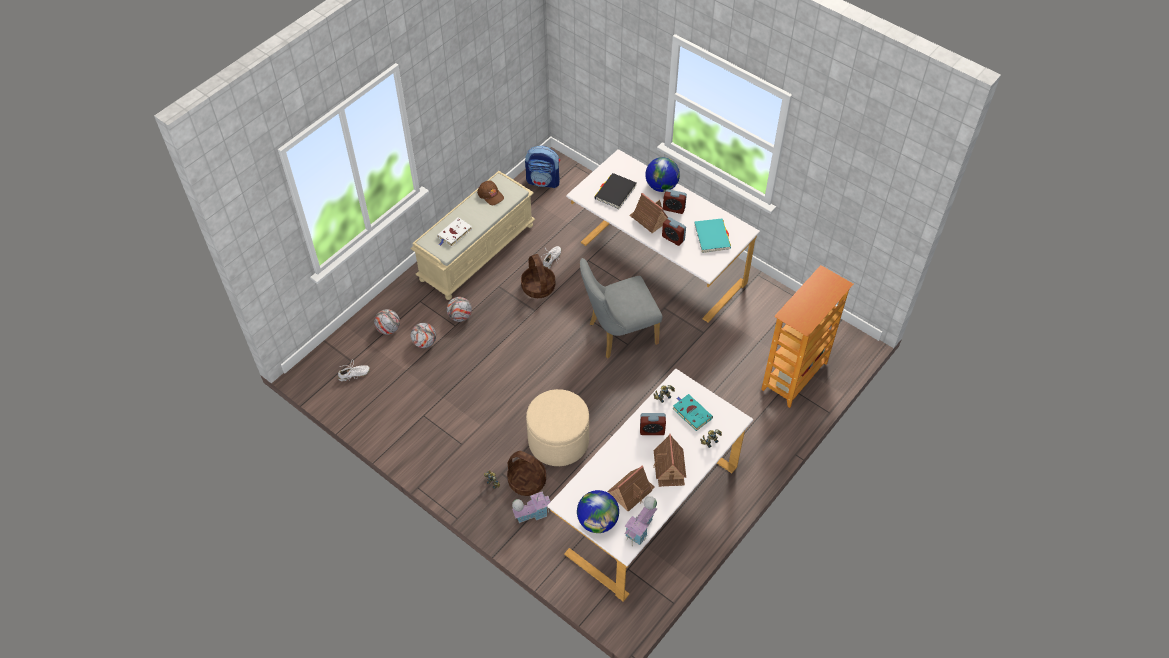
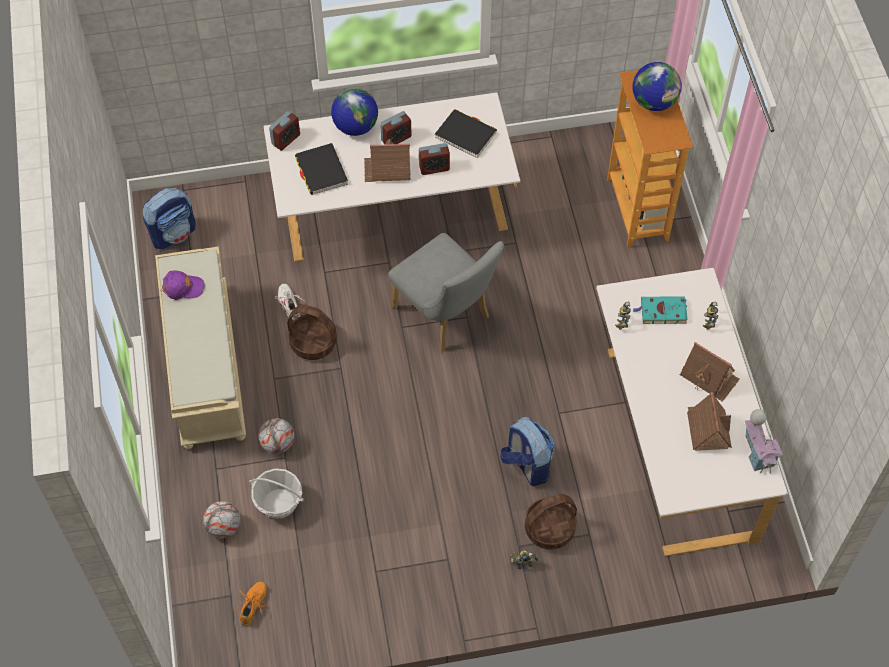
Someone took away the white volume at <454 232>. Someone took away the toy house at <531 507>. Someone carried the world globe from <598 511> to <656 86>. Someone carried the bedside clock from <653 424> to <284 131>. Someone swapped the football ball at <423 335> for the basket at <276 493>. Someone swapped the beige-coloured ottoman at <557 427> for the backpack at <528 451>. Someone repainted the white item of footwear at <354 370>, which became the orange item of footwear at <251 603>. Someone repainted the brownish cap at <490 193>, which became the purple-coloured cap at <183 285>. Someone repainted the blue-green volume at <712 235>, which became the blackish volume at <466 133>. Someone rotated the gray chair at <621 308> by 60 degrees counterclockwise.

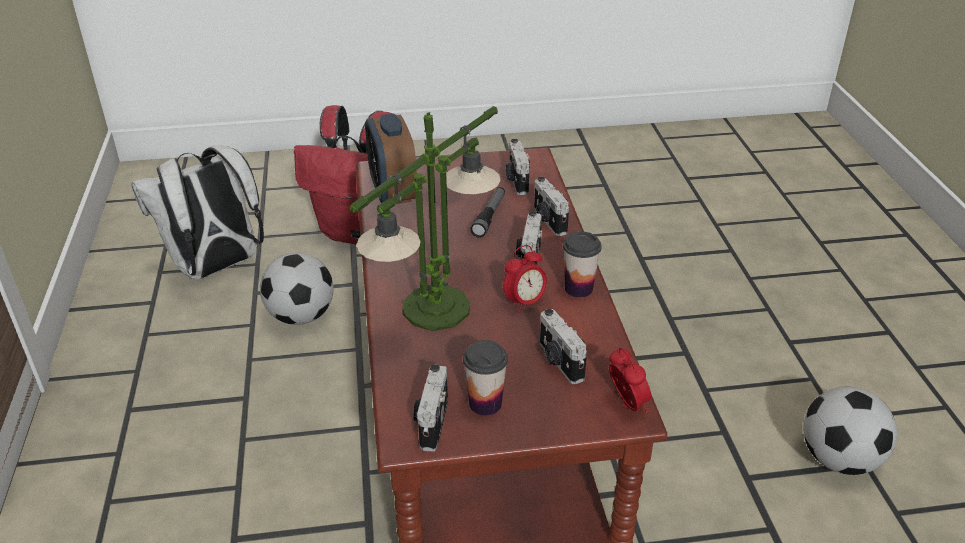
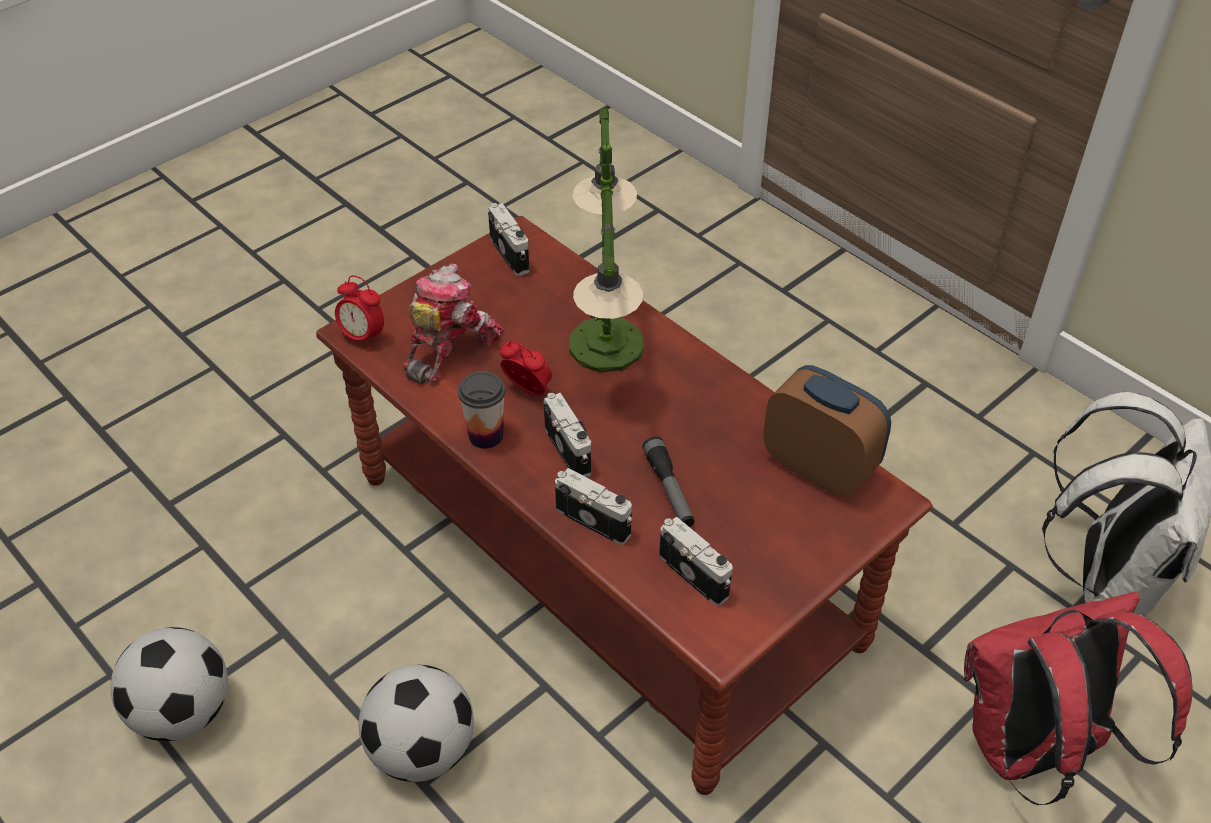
Someone took away the drinking cup at <485 378>. Someone carried the football ball from <297 289> to <416 723>. Someone swapped the still camera at <563 346> for the toy robot at <453 324>. Someone rotated the bedside clock at <525 279> by 105 degrees clockwise.

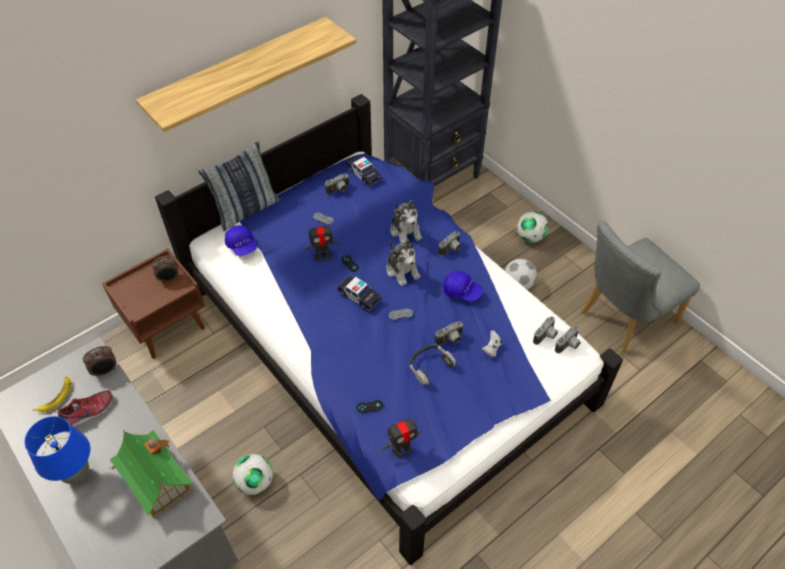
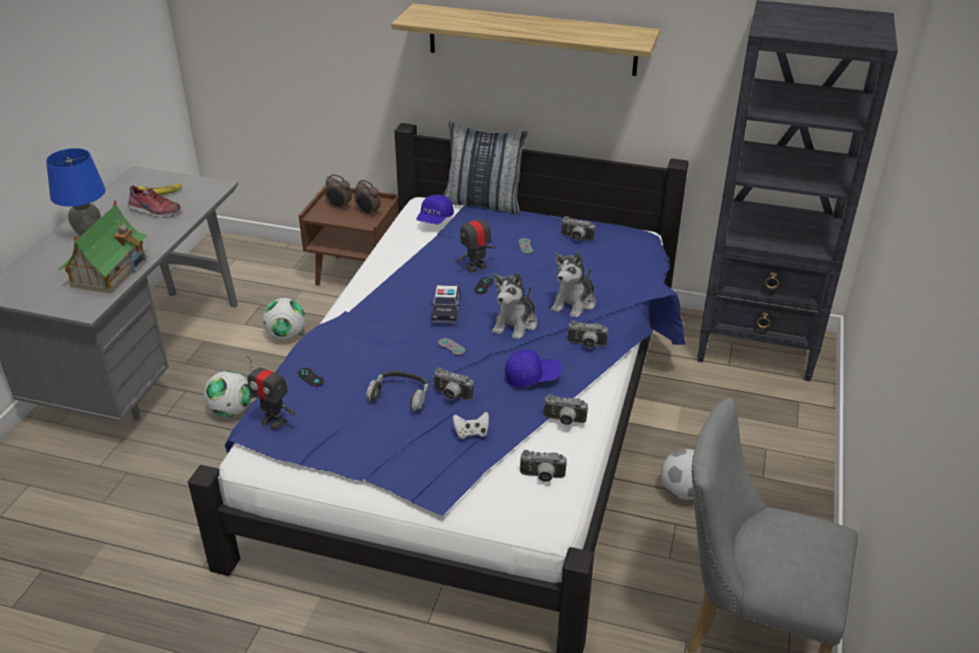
Someone took away the miniature car at <364 171>. Someone carried the bedside clock from <99 362> to <338 192>. Someone carried the football ball from <533 226> to <284 319>. Someone carried the still camera from <568 339> to <565 409>. Someone rotated the toy robot at <322 242> by 105 degrees clockwise. Someone rotated the bluish cap at <463 286> by 90 degrees counterclockwise.

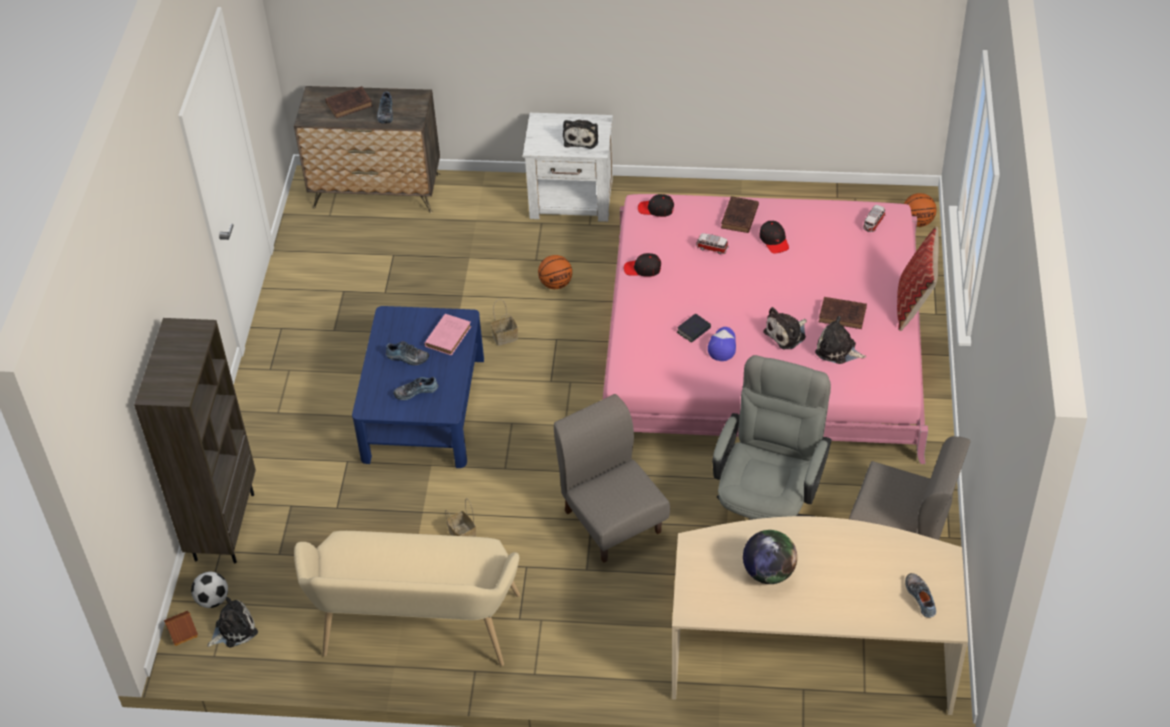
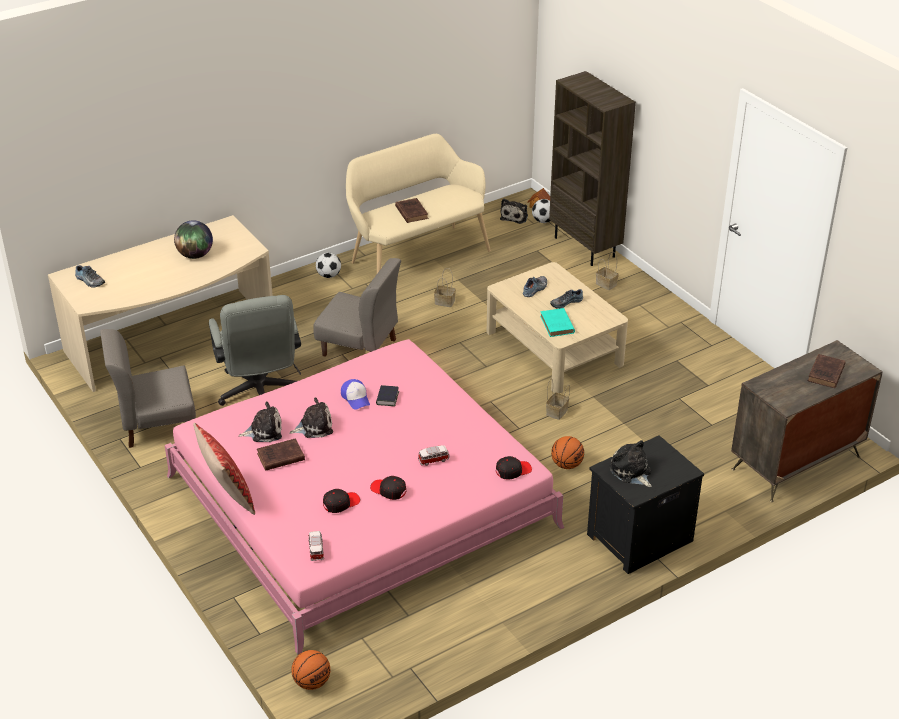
Someone took away the item of footwear at <385 107>. Someone put down the football ball at <328 265>. Someone put down the basket at <607 271>. Someone carried the blackish cap from <642 265> to <341 501>. Someone carried the brownish volume from <740 214> to <411 210>. Someone repainted the bluish lounge table at <418 387>, which became the beige-coloured lounge table at <557 327>. Someone repainted the pink-coloured volume at <447 334>, which became the blue-green volume at <557 322>. Someone repainted the white nightstand at <568 167>, which became the blackish nightstand at <645 504>. Someone rotated the cuddly toy at <785 328> by 60 degrees clockwise.

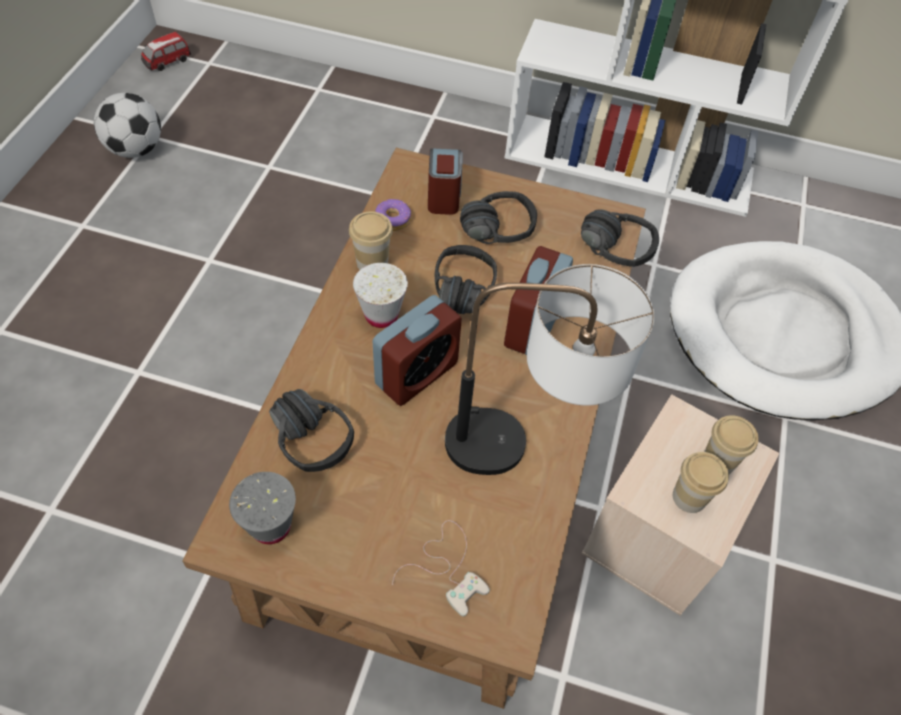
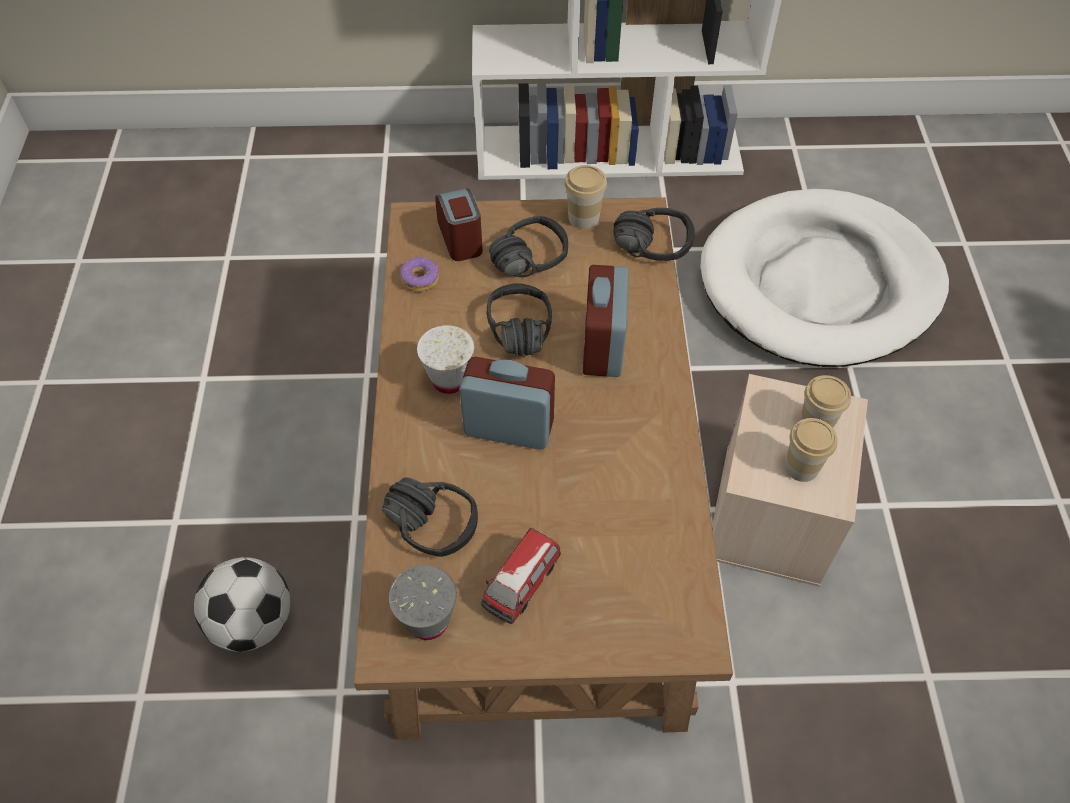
Someone took away the white joypad at <441 568>. Someone took away the lamp for a table at <549 369>. Someone carried the football ball from <127 125> to <242 604>. Someone carried the miniature car from <166 51> to <521 576>. Someone carried the drinking cup from <371 241> to <585 197>. Someone rotated the bedside clock at <417 350> by 105 degrees counterclockwise.

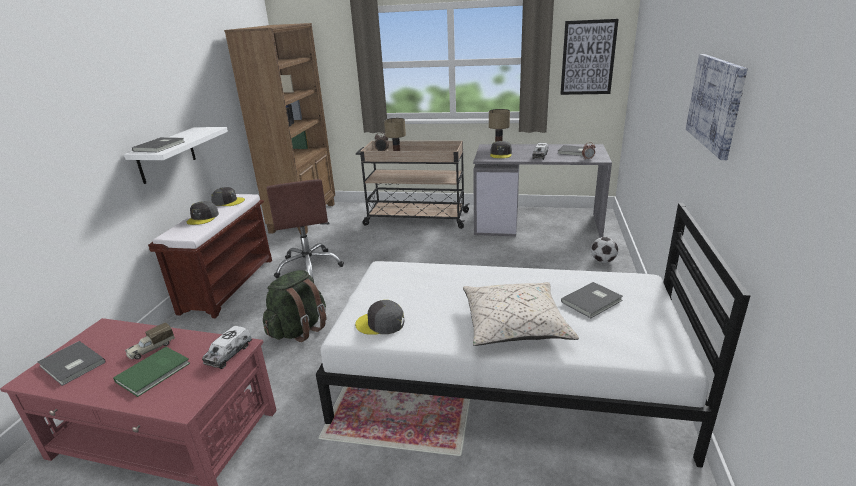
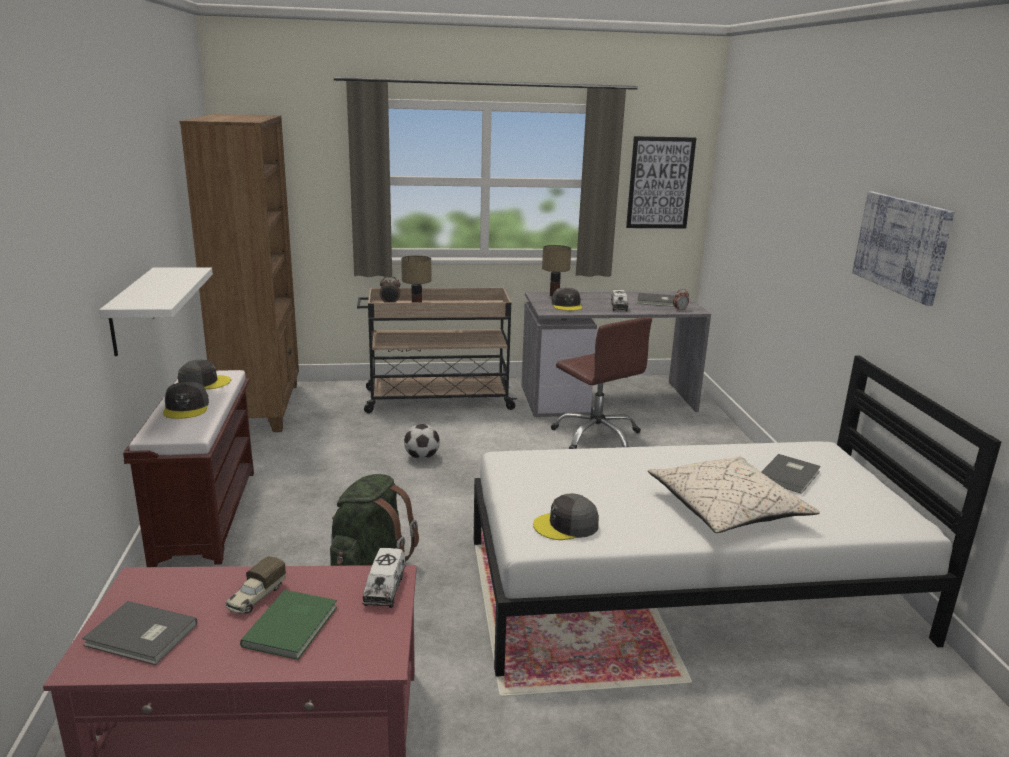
Someone took away the gray volume at <158 144>. Someone carried the brownish desk chair from <305 230> to <601 383>. Someone carried the football ball from <604 250> to <422 442>.

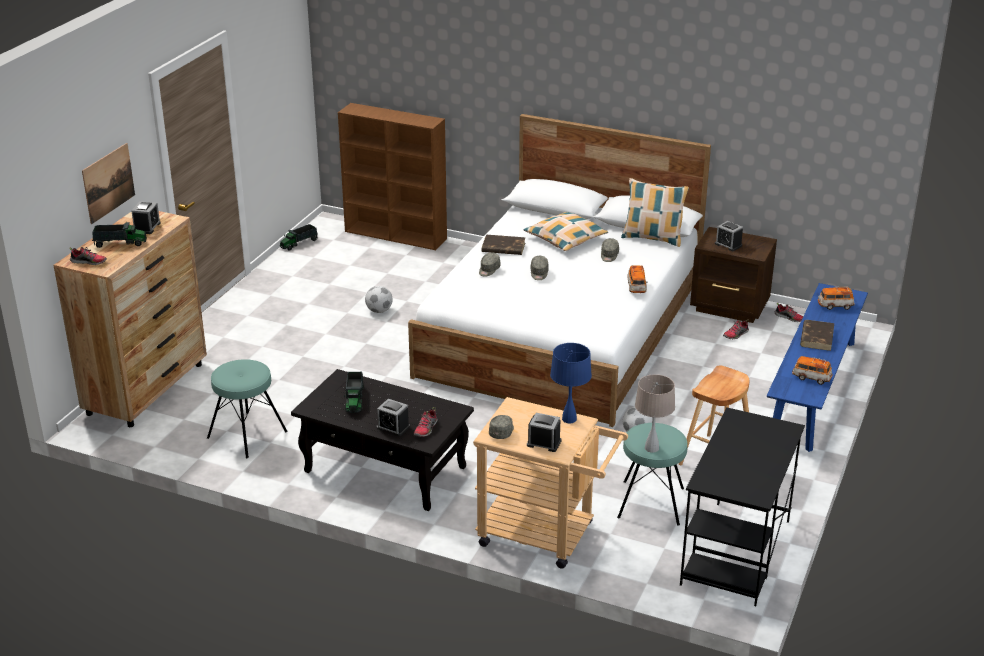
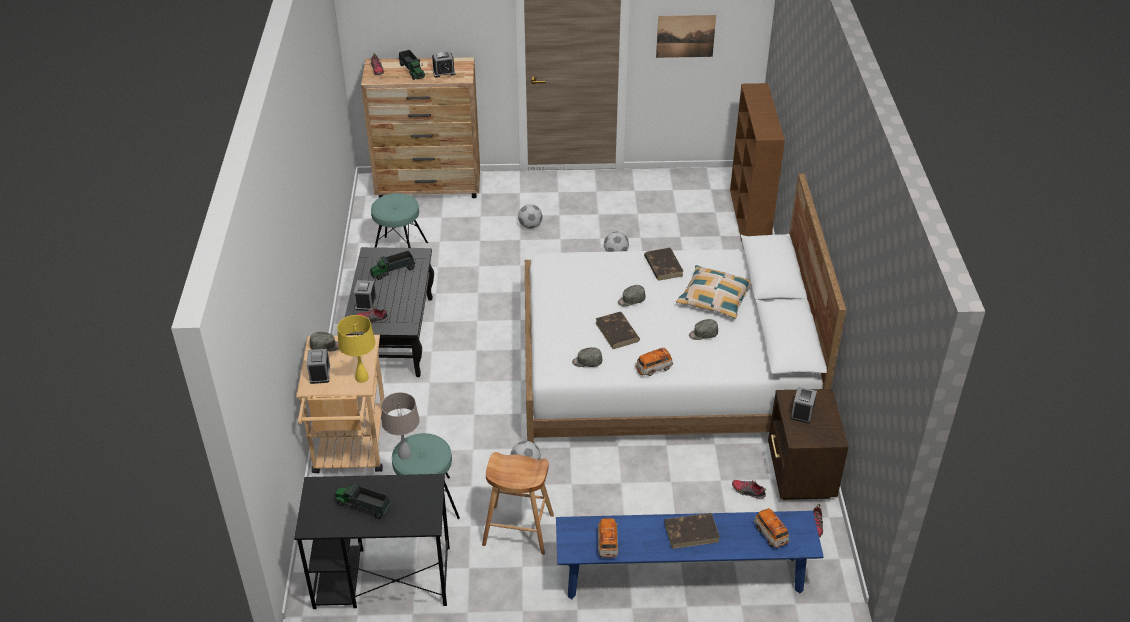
Someone took away the pillow at <655 212>. Someone put down the football ball at <530 216>. Someone put down the brownish volume at <618 330>. Someone carried the wall art from <108 183> to <686 36>. Someone carried the toy truck from <299 237> to <363 501>. Someone carried the gray cap from <490 264> to <587 357>. Someone repainted the bluish lamp for a table at <571 383>, which became the yellowish lamp for a table at <356 349>.

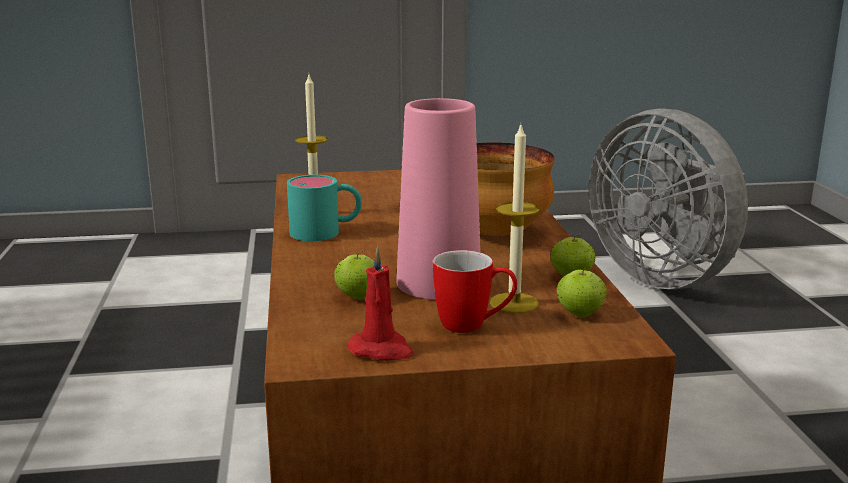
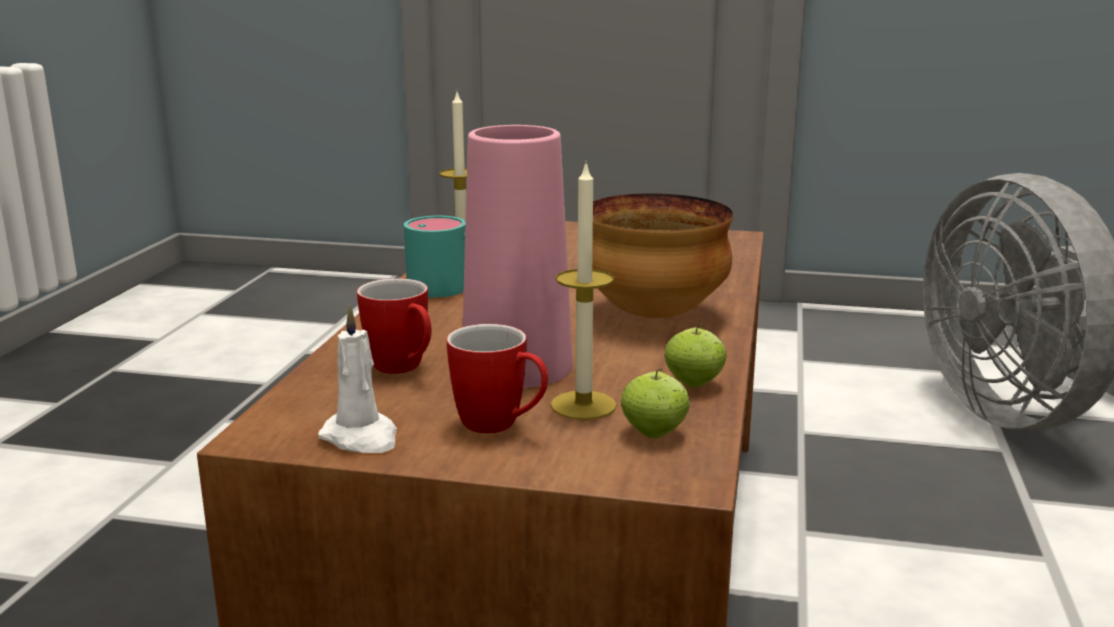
Someone swapped the apple fruit at <354 275> for the mug at <394 326>. Someone repainted the reddish candle at <381 304>, which became the white candle at <357 379>.

